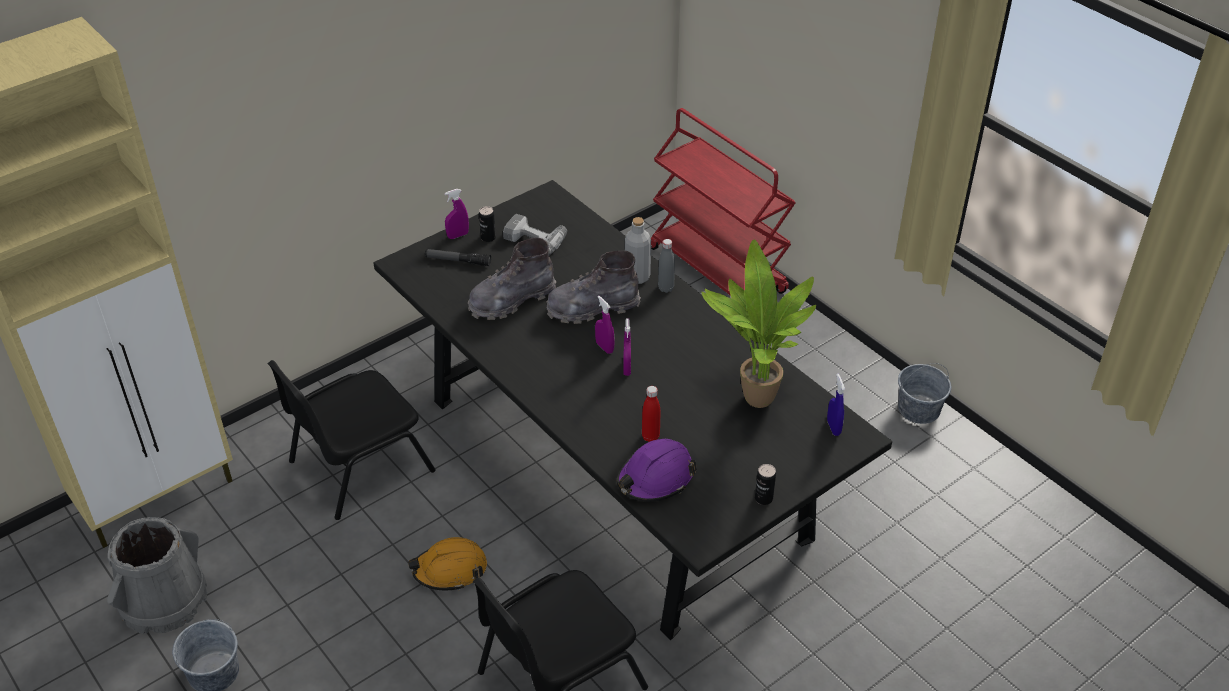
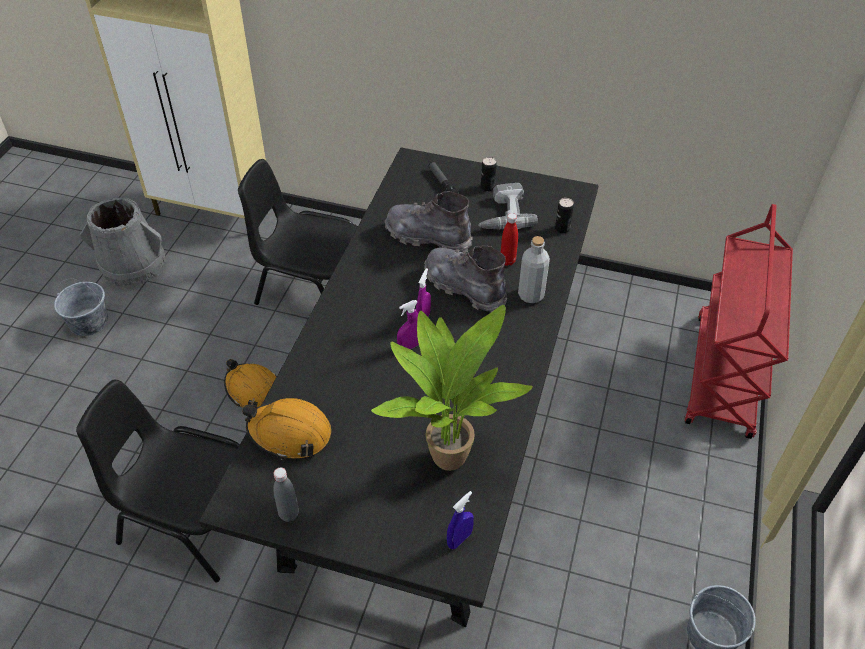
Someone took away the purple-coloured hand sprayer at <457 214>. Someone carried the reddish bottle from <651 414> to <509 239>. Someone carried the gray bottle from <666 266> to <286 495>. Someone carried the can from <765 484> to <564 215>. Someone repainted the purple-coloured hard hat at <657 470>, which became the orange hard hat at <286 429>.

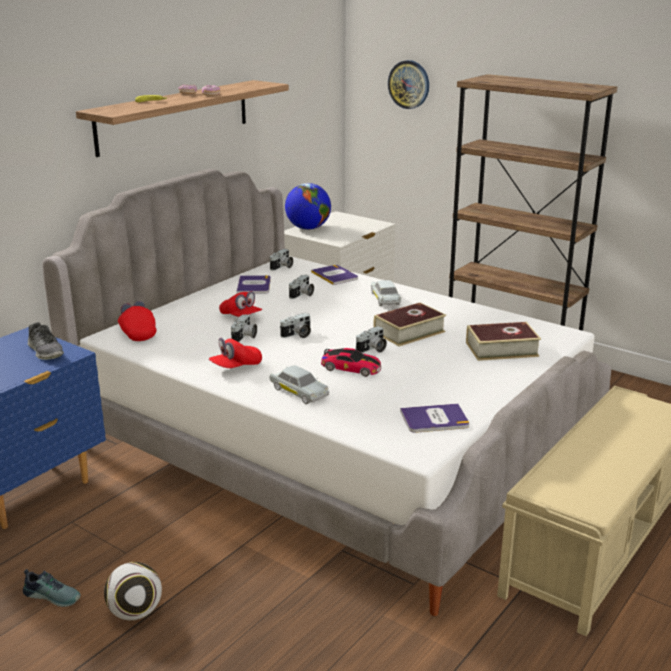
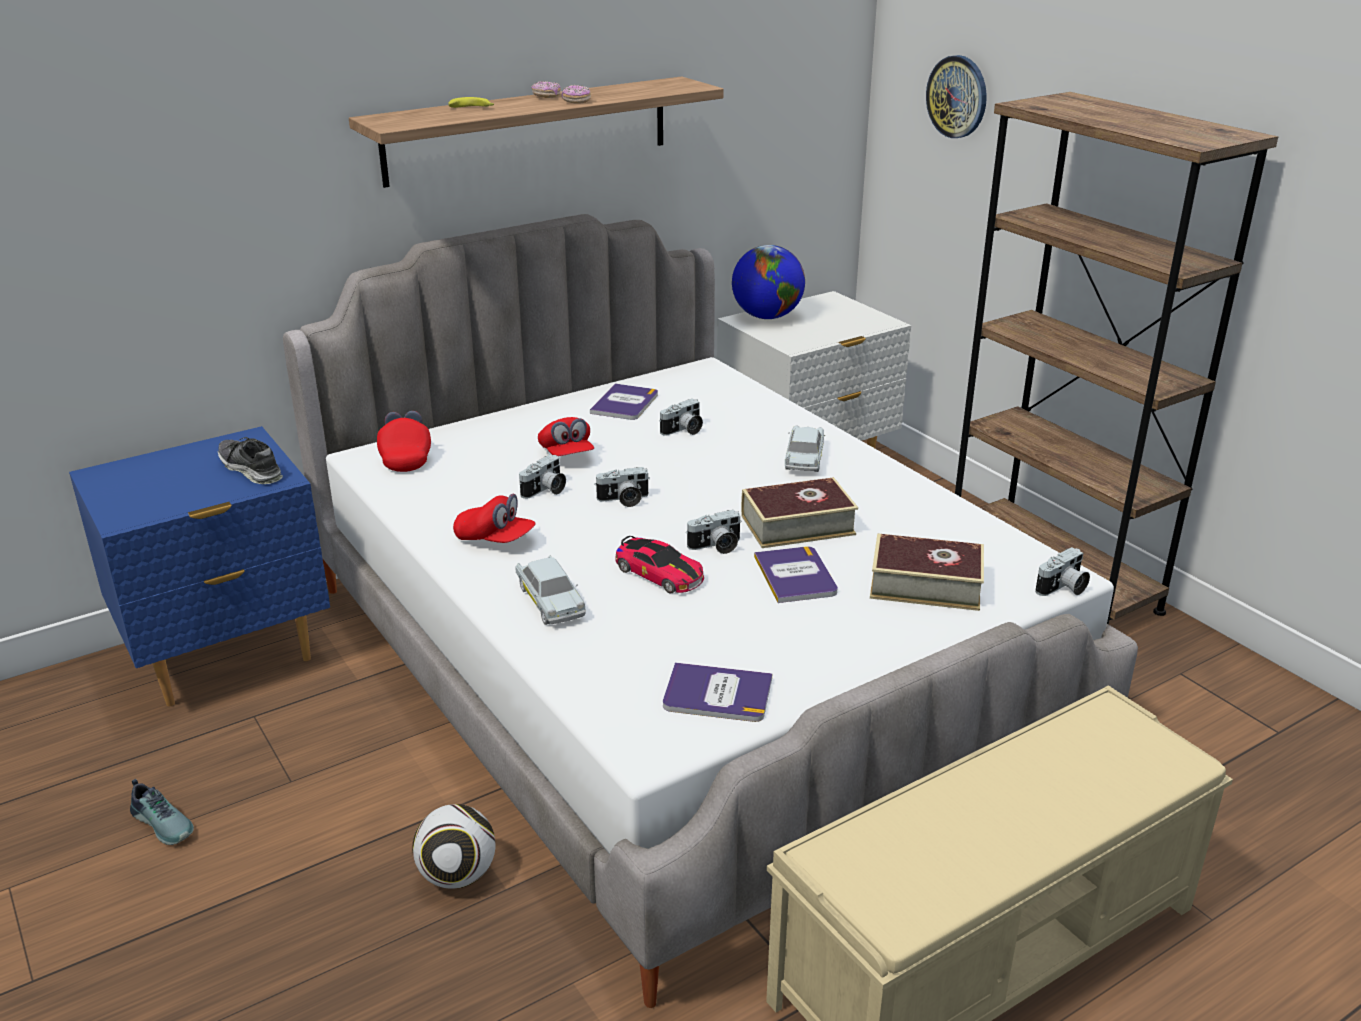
Someone carried the football ball from <133 591> to <454 846>. Someone carried the still camera from <281 260> to <1062 571>. Someone carried the volume from <334 275> to <796 574>. Someone rotated the item of footwear at <46 341> by 150 degrees clockwise. Someone rotated the reddish cap at <235 353> by 135 degrees counterclockwise.

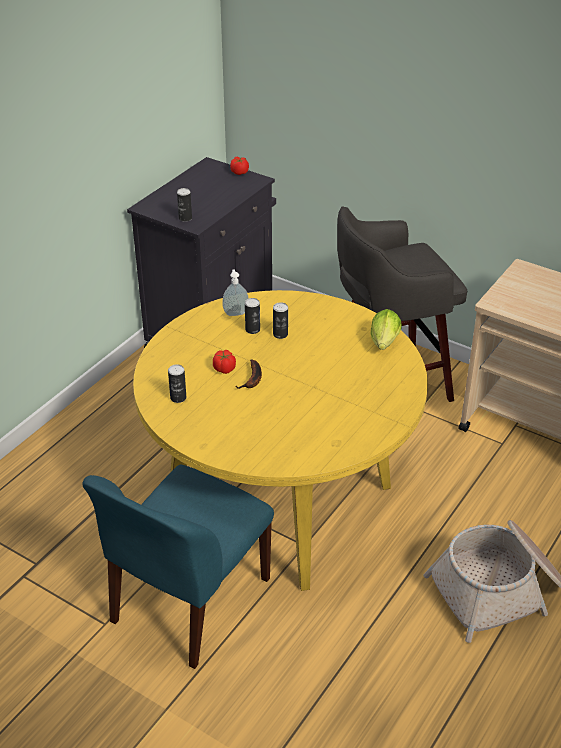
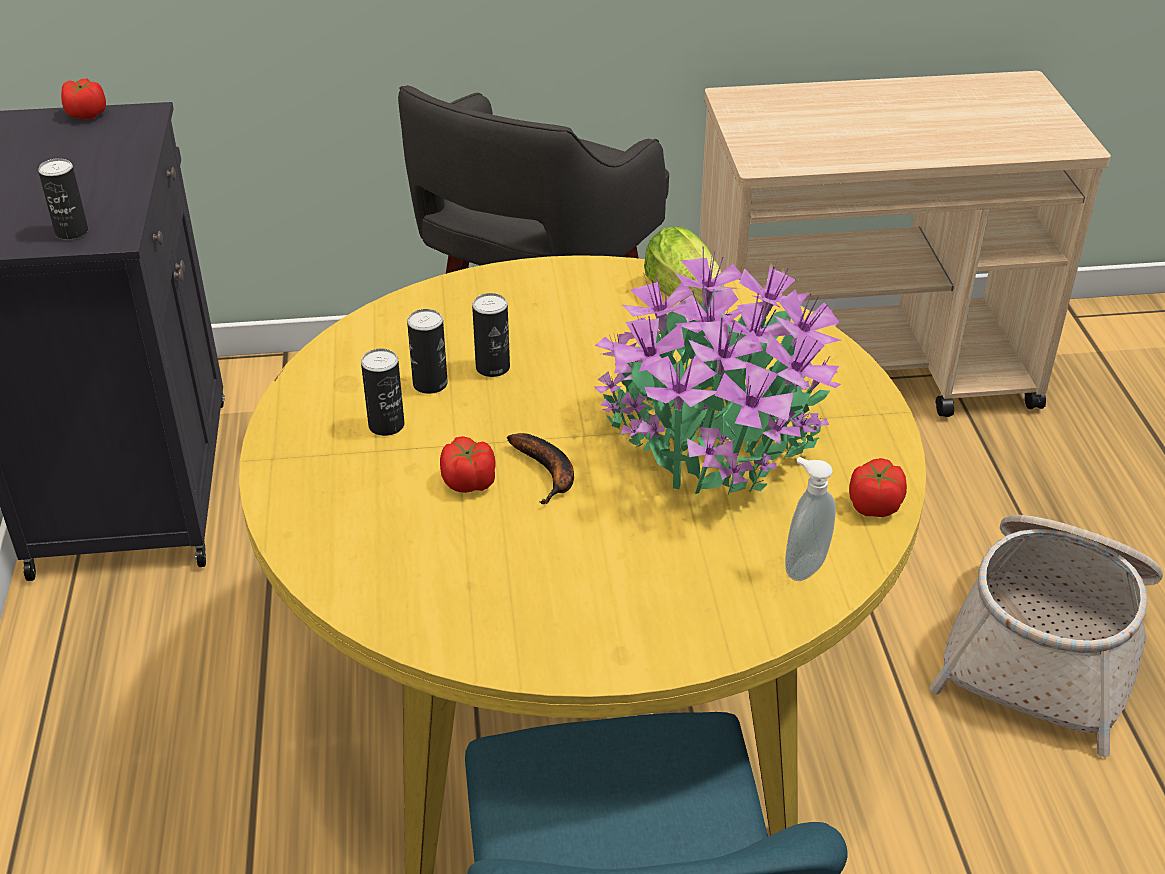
Someone put down the potted plant at <717 370>. Someone put down the fresh tomato at <878 487>. Someone carried the can from <177 383> to <383 392>. Someone carried the soap bottle from <235 293> to <810 519>.

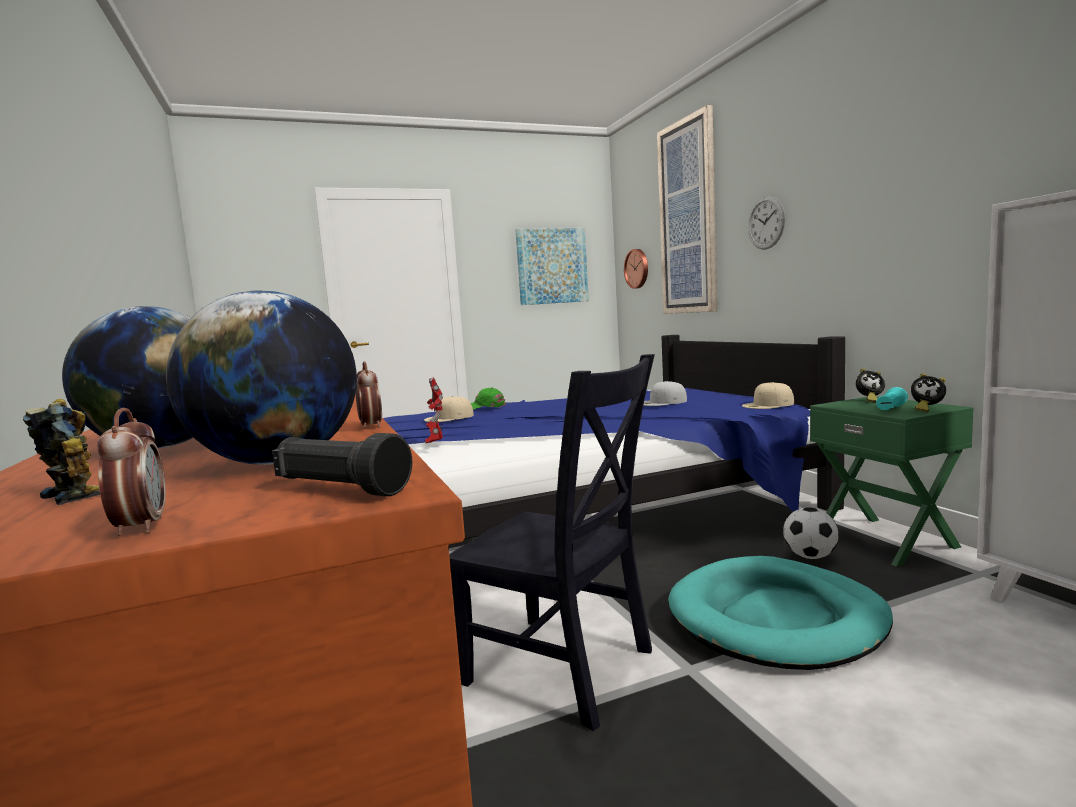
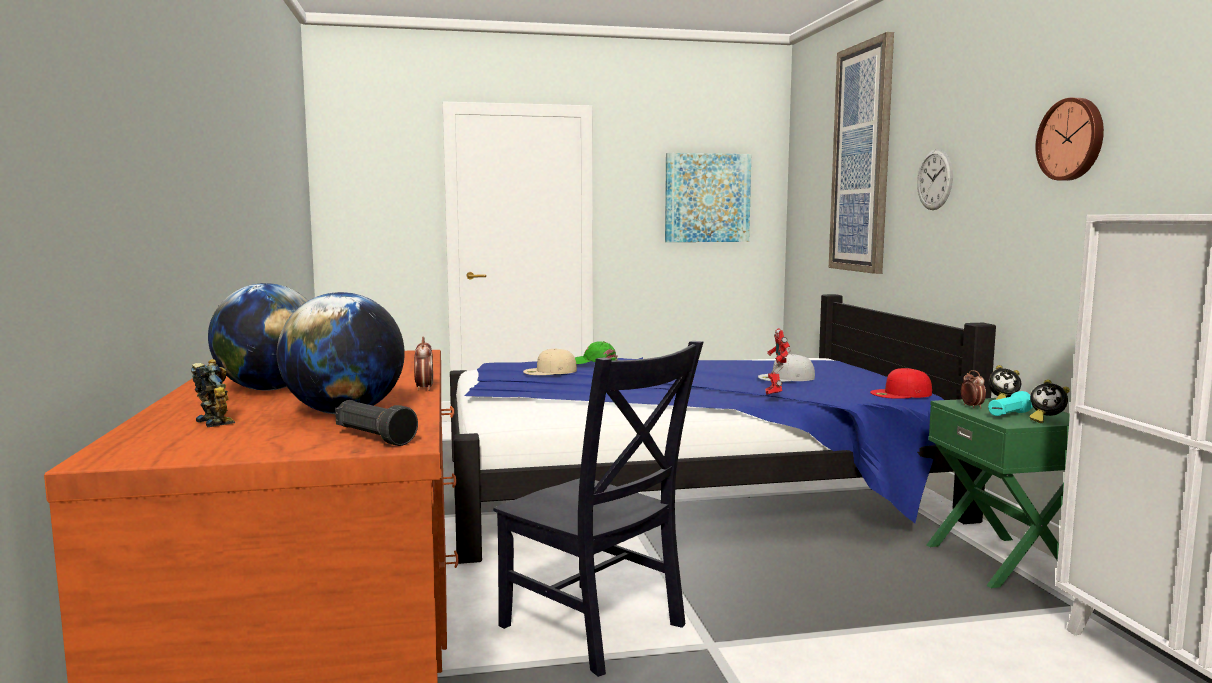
Someone took away the blue-green dog bed at <780 613>. Someone took away the football ball at <810 533>. Someone carried the bedside clock from <131 472> to <973 389>. Someone carried the toy robot from <434 410> to <778 361>. Someone carried the hanging clock from <636 269> to <1069 139>. Someone repainted the beige-coloured cap at <768 395>, which became the reddish cap at <901 383>.

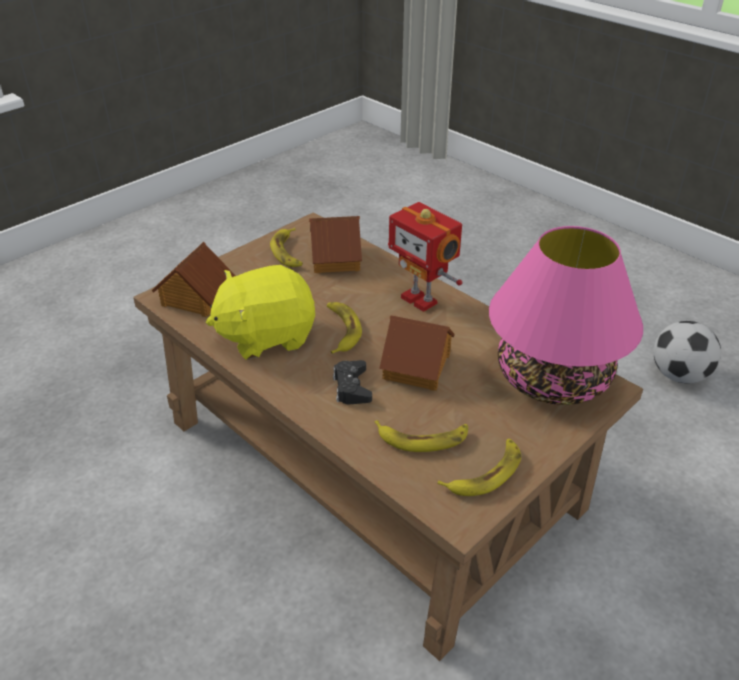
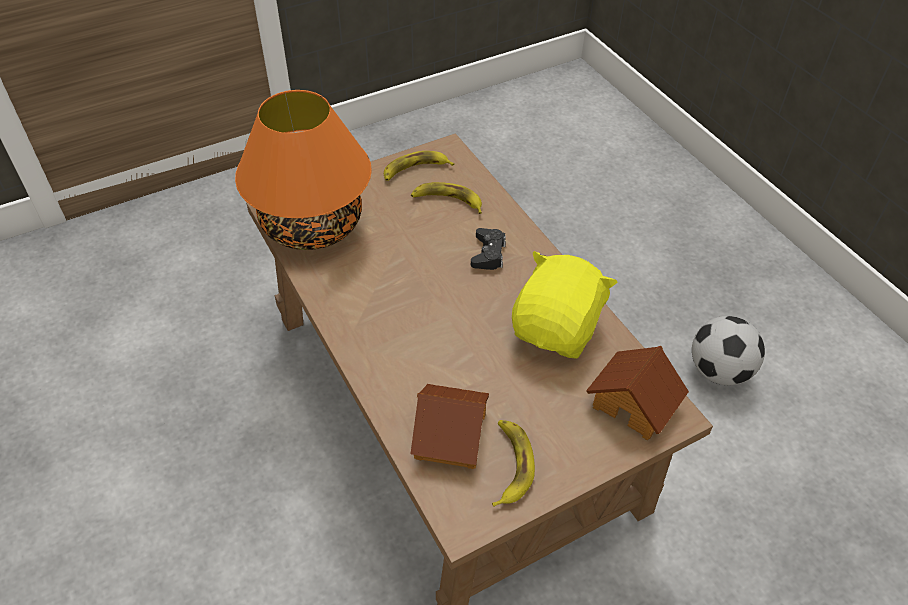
Someone took away the whole banana at <344 328>. Someone took away the toy house at <417 353>. Someone took away the toy robot at <425 257>. Someone carried the football ball from <687 352> to <728 350>. Someone repainted the pink-coloured lamp for a table at <566 315>, which became the orange lamp for a table at <303 170>. Someone rotated the yellowish cuddly toy at <260 312> by 60 degrees counterclockwise.

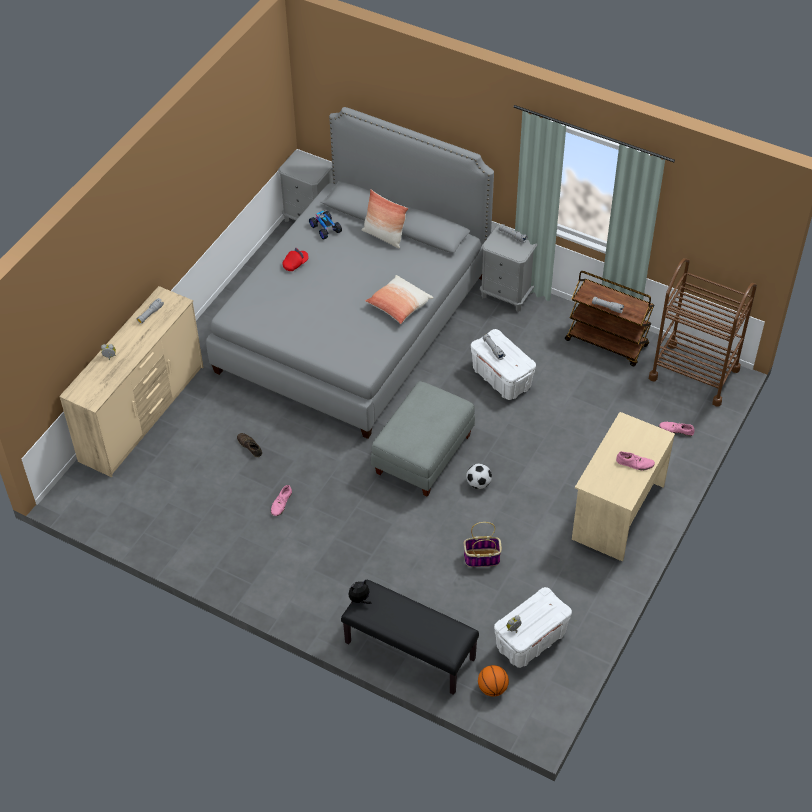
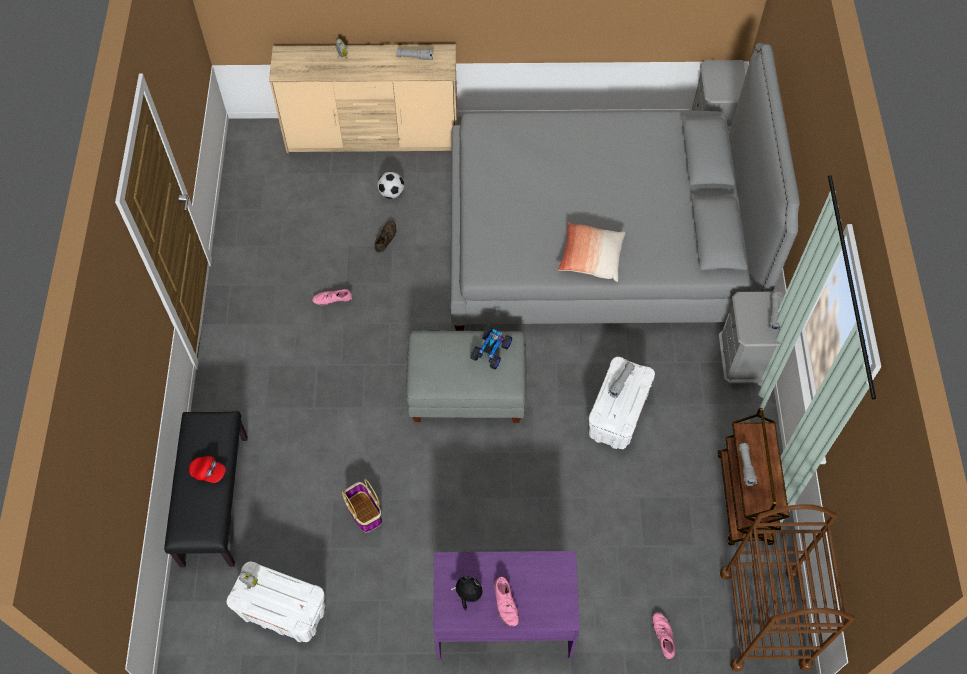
Someone took away the pillow at <385 219>. Someone took away the basketball ball at <493 681>. Someone carried the reddish cap from <295 259> to <207 469>. Someone carried the miniature car from <325 225> to <491 348>. Someone carried the cuddly toy from <359 592> to <467 593>. Someone carried the football ball from <479 476> to <390 185>. Someone repainted the beige-coloured desk at <623 487>, which became the purple-coloured desk at <506 605>.

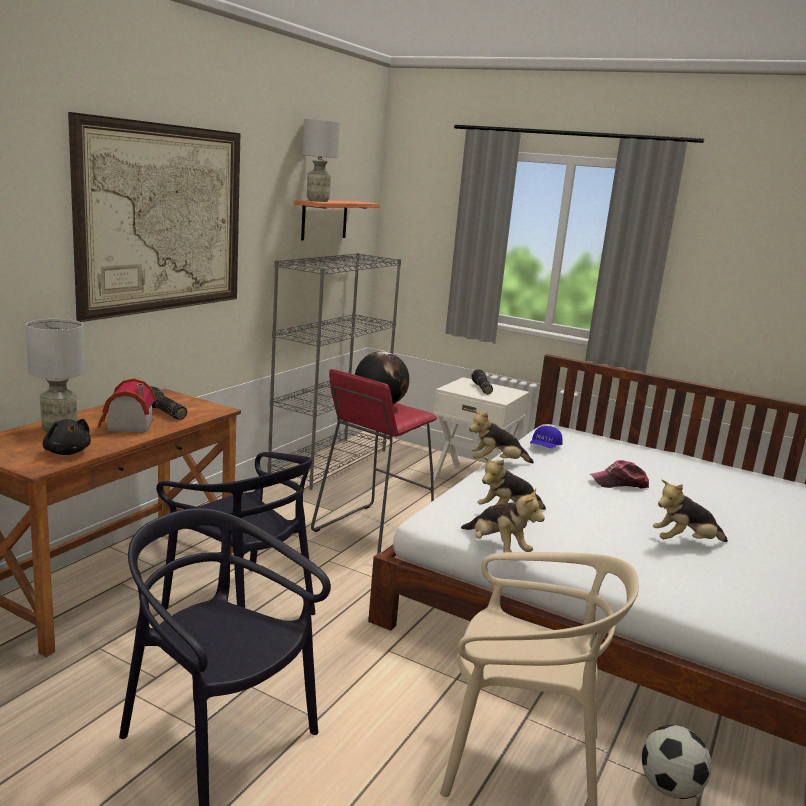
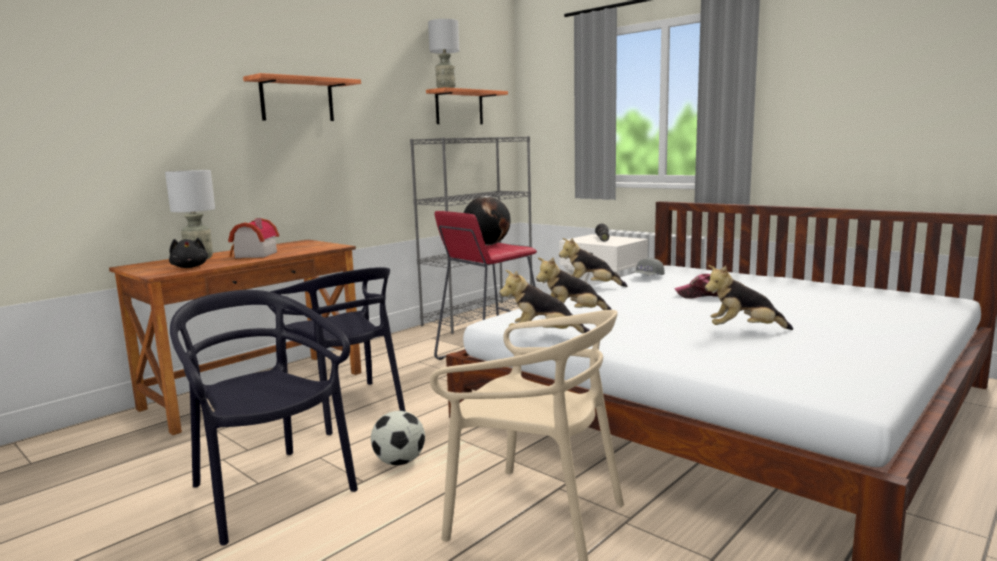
Someone took away the flashlight at <168 403>. Someone carried the football ball from <676 762> to <398 438>. Someone swapped the wall art at <154 217> for the wall shelf at <302 97>. Someone repainted the bluish cap at <546 437>, which became the gray cap at <648 267>. Someone rotated the cuddly toy at <503 520> by 120 degrees clockwise.

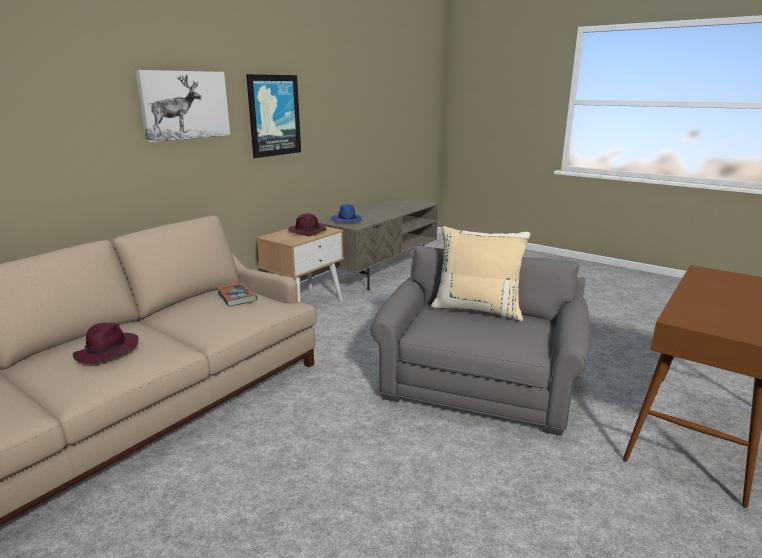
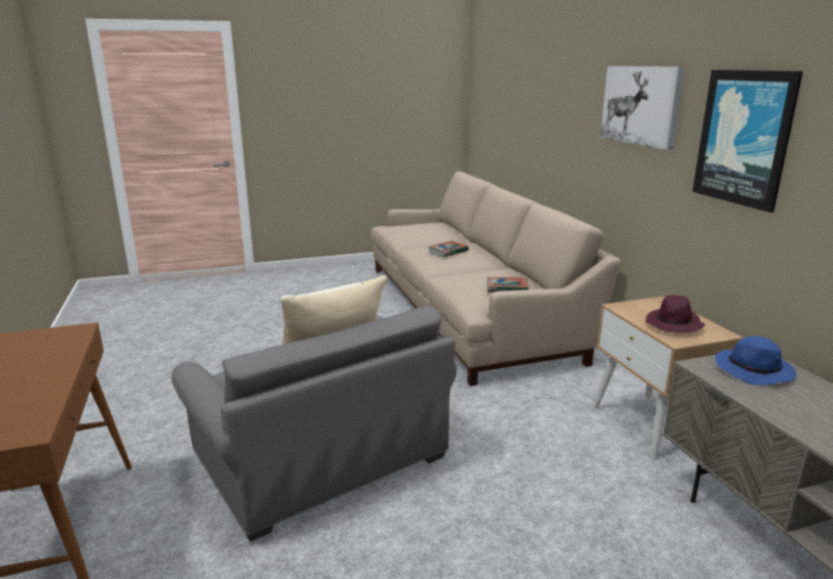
Someone swapped the purple-coloured wearable hat at <106 342> for the volume at <449 248>.

